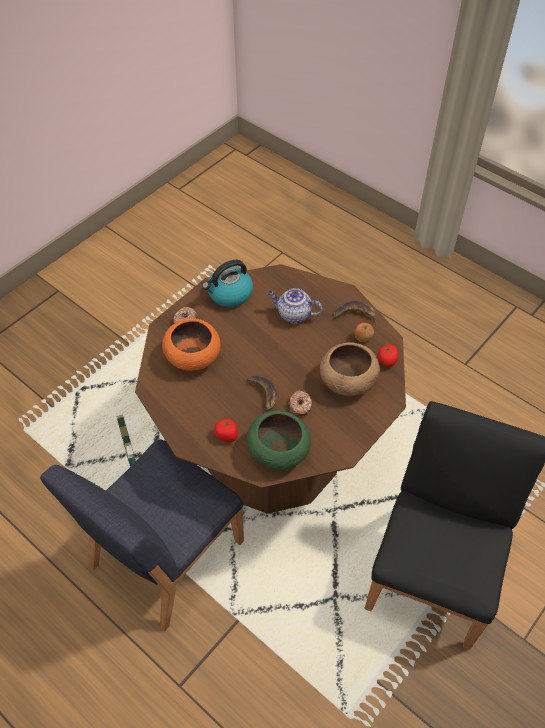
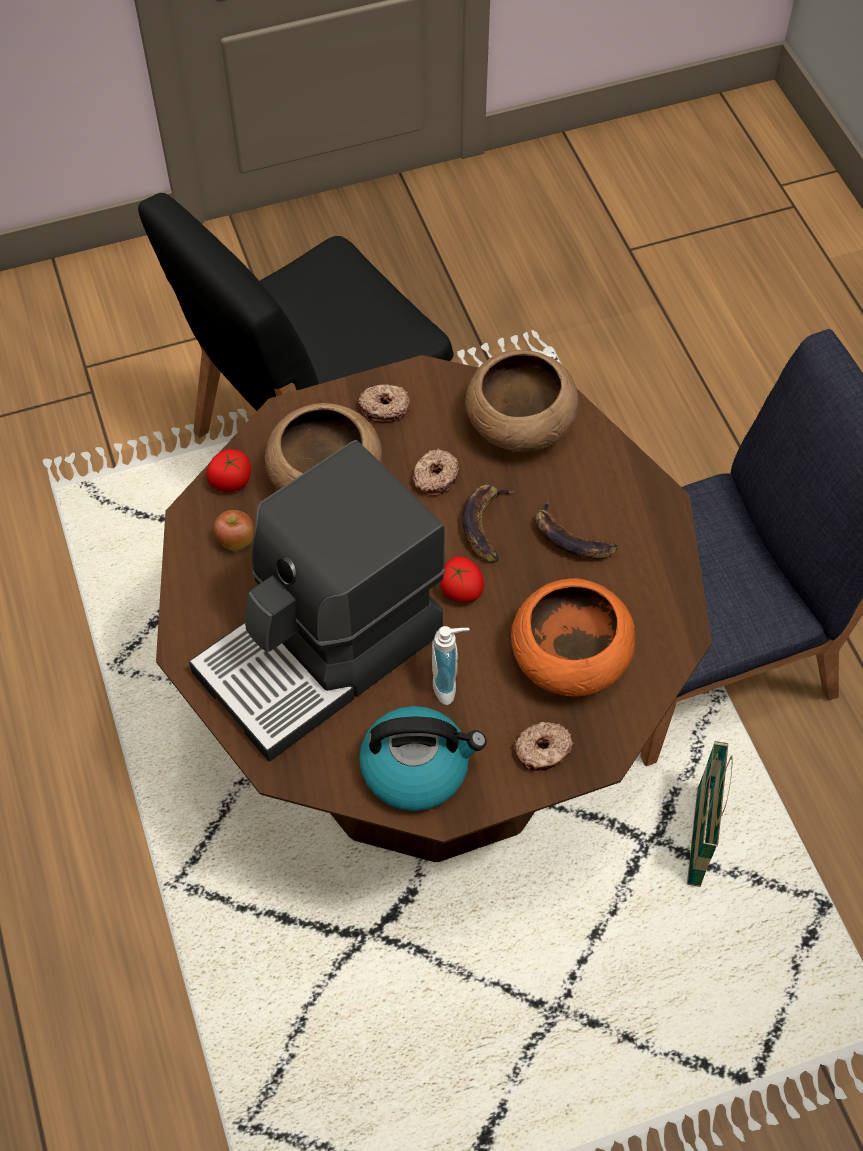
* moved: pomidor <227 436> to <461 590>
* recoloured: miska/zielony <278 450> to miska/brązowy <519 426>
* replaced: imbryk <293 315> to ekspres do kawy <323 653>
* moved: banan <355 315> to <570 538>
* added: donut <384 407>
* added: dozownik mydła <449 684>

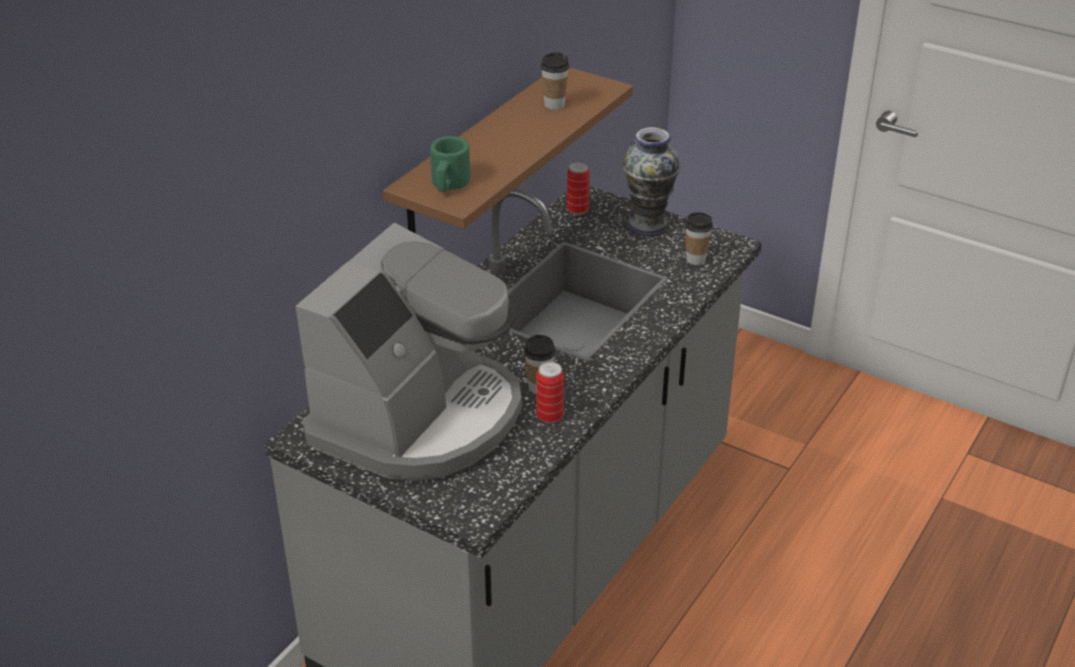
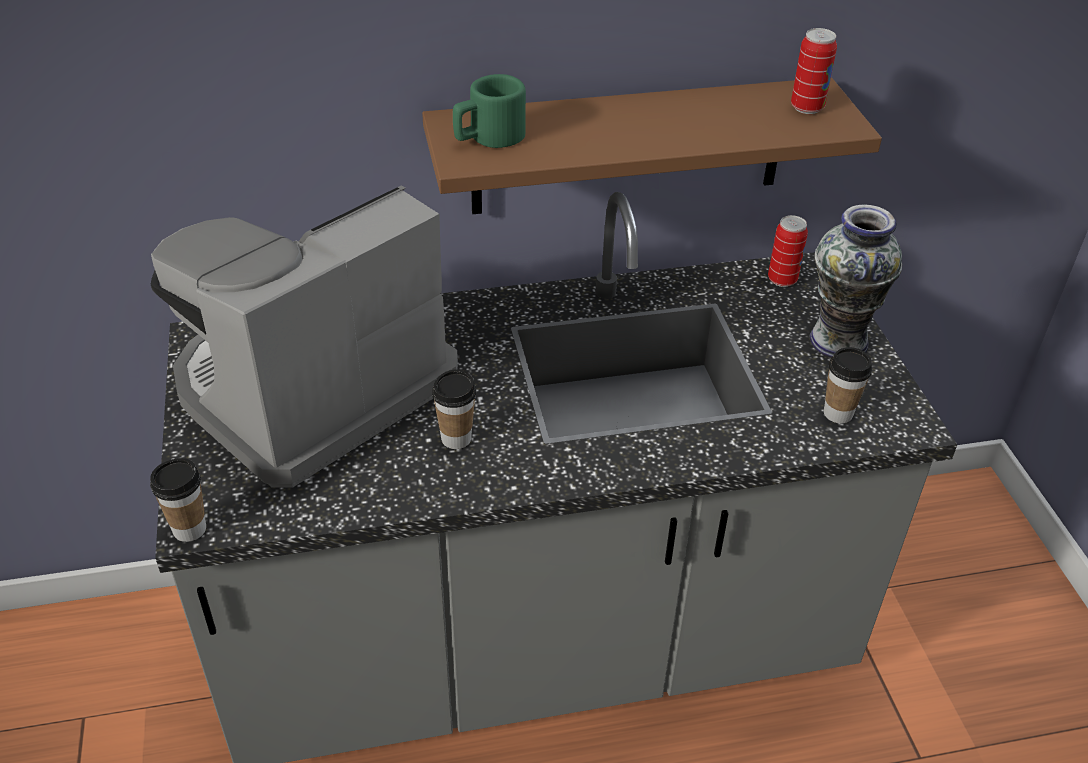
* turned: ekspres do kawy <420 418> = <311 389> 150 degrees clockwise
* moved: puszka <549 416> to <807 107>
* moved: filiżanka <554 105> to <189 529>

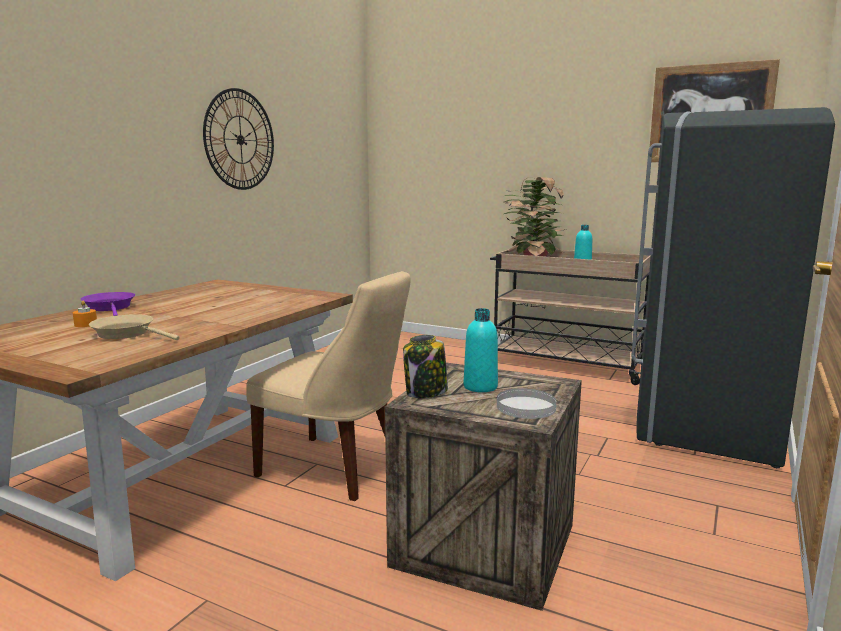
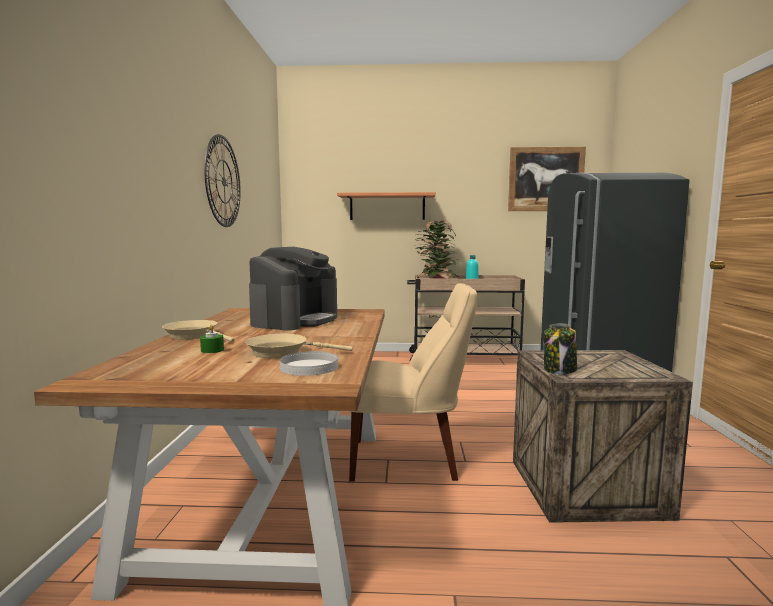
* recoloured: świeca/pomarańczowy <85 324> to świeca/zielony <212 350>
* recoloured: patelnia/fioletowy <110 308> to patelnia/beżowy <194 336>
* removed: butelka/turkusowy <480 387>
* moved: talerz/biały <526 407> to <309 367>
* added: ekspres do kawy <295 320>
* added: półka <387 207>

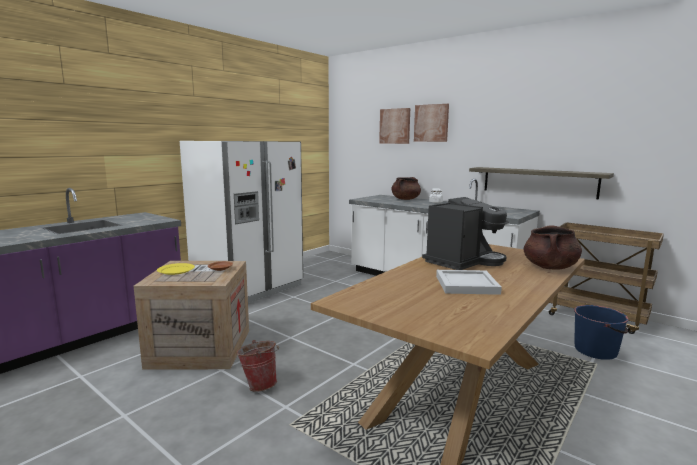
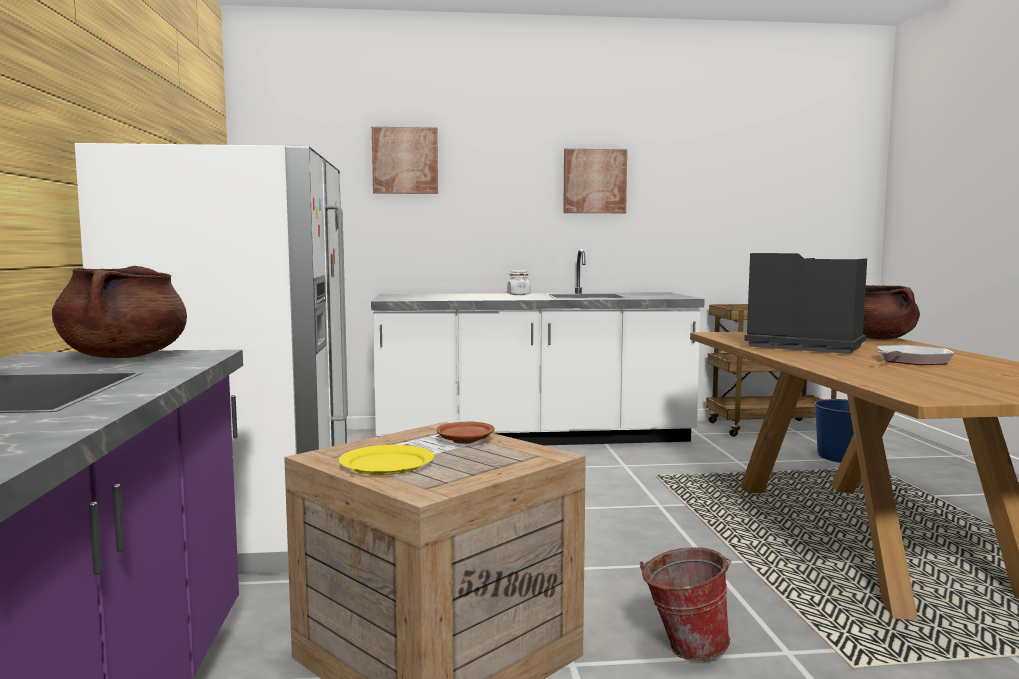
* moved: garnek/brązowy <405 199> to <124 356>
* moved: obraz <431 123> to <594 181>
* turned: ekspres do kawy <463 261> = <802 346> 60 degrees counterclockwise
* replaced: taca/biały <465 284> to patelnia <910 361>
* removed: półka <538 182>

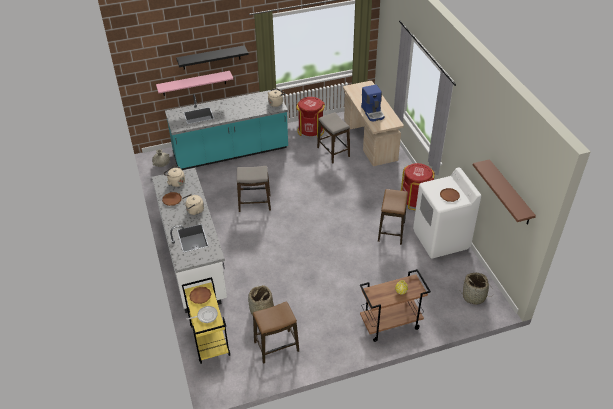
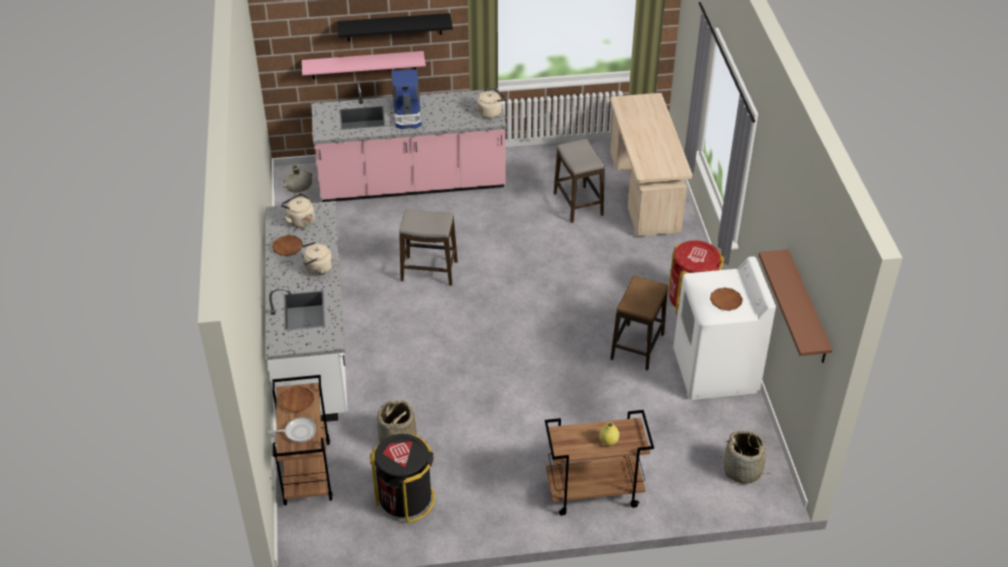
* recoloured: zabudowa kuchenna/turkusowy <231 152> to zabudowa kuchenna/różowy <412 183>
* recoloured: wózek/żółty <209 340> to wózek/brązowy <306 472>
* replaced: stołek <276 347> to kosz na śmieci/czarny <406 499>
* removed: kosz na śmieci/czerwony <310 130>
* moved: ekspres do kawy <373 112> to <408 115>

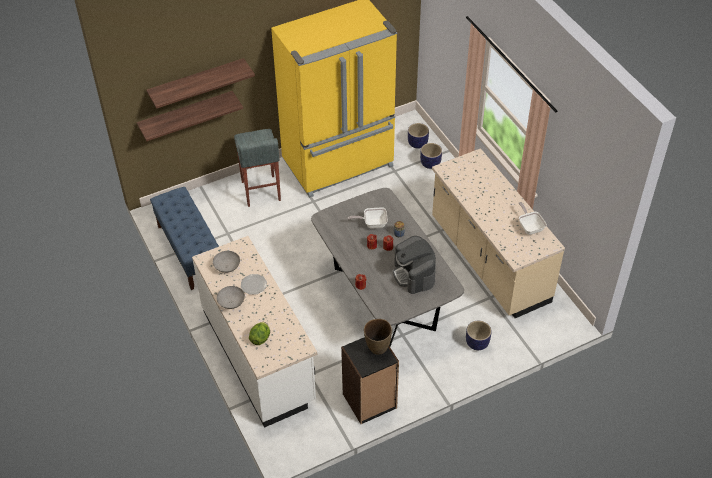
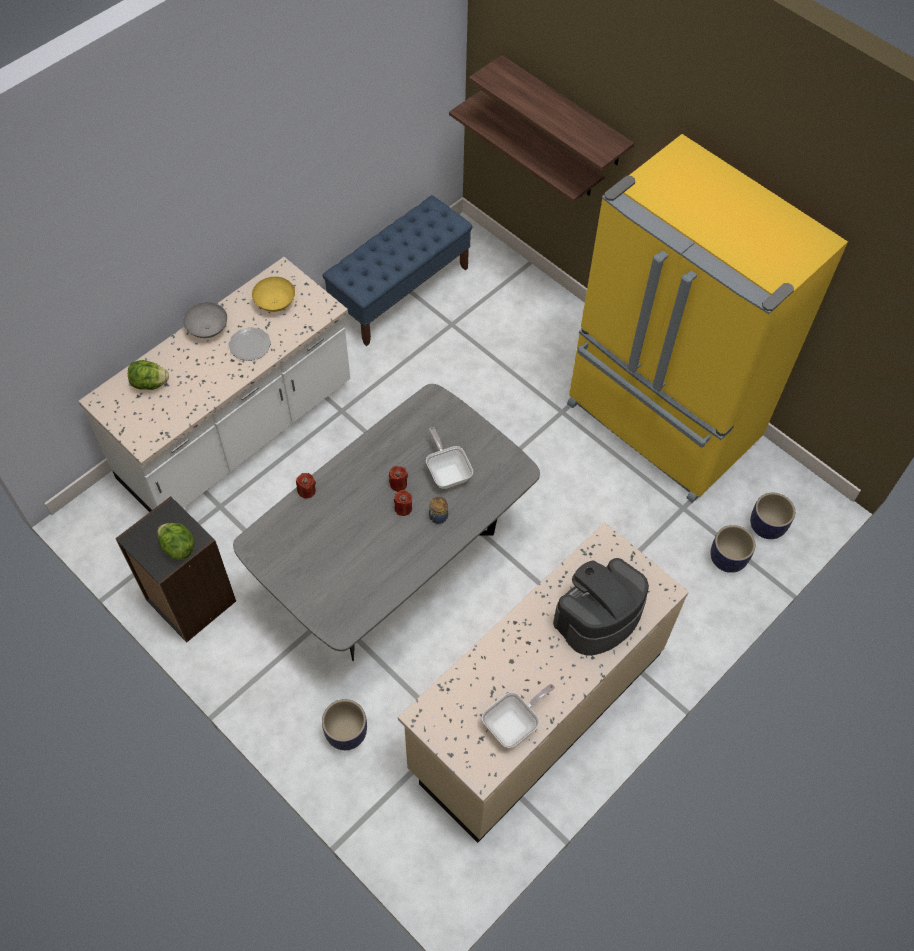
* recoloured: miska/szary <227 267> to miska/żółty <274 303>
* removed: stołek/szary <260 191>
* replaced: wazon/brązowy <377 348> to sałata <178 547>
* moved: ekspres do kawy <414 274> to <597 617>

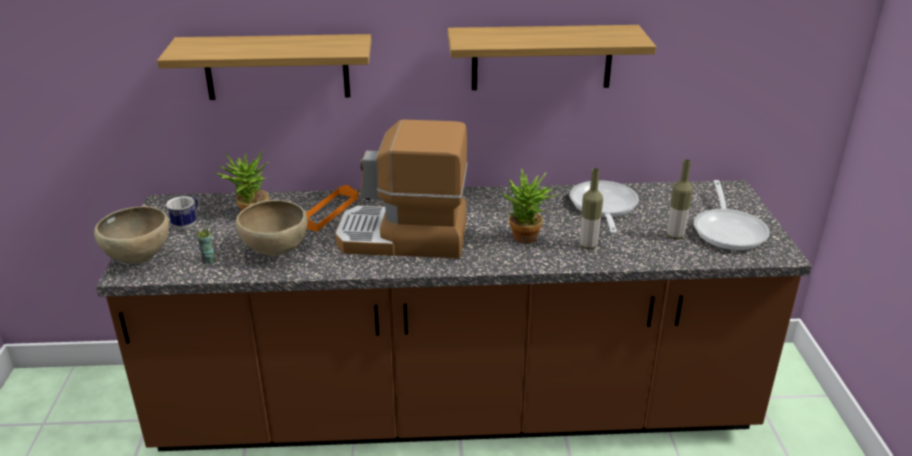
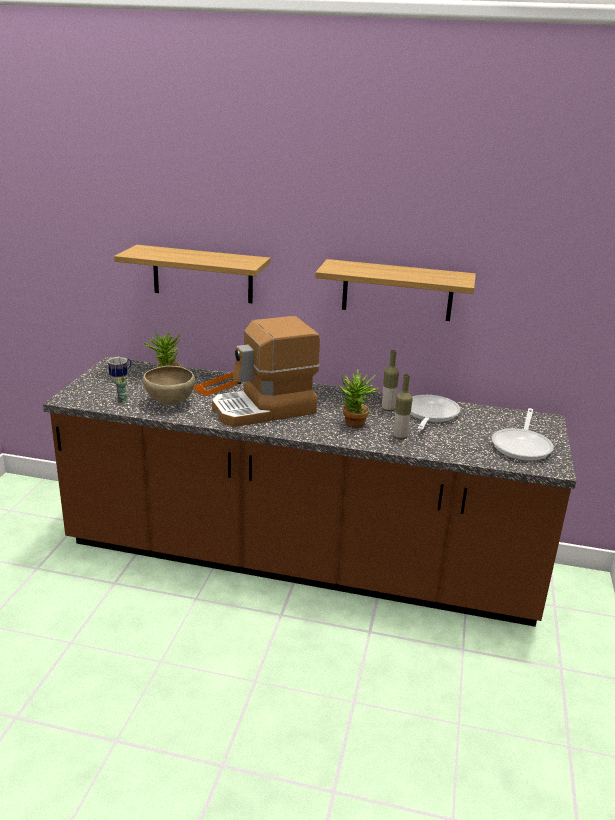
* removed: miska/brązowy <140 259>
* turned: ekspres do kawy <403 238> = <264 409> 45 degrees counterclockwise
* moved: butelka <675 236> to <388 409>

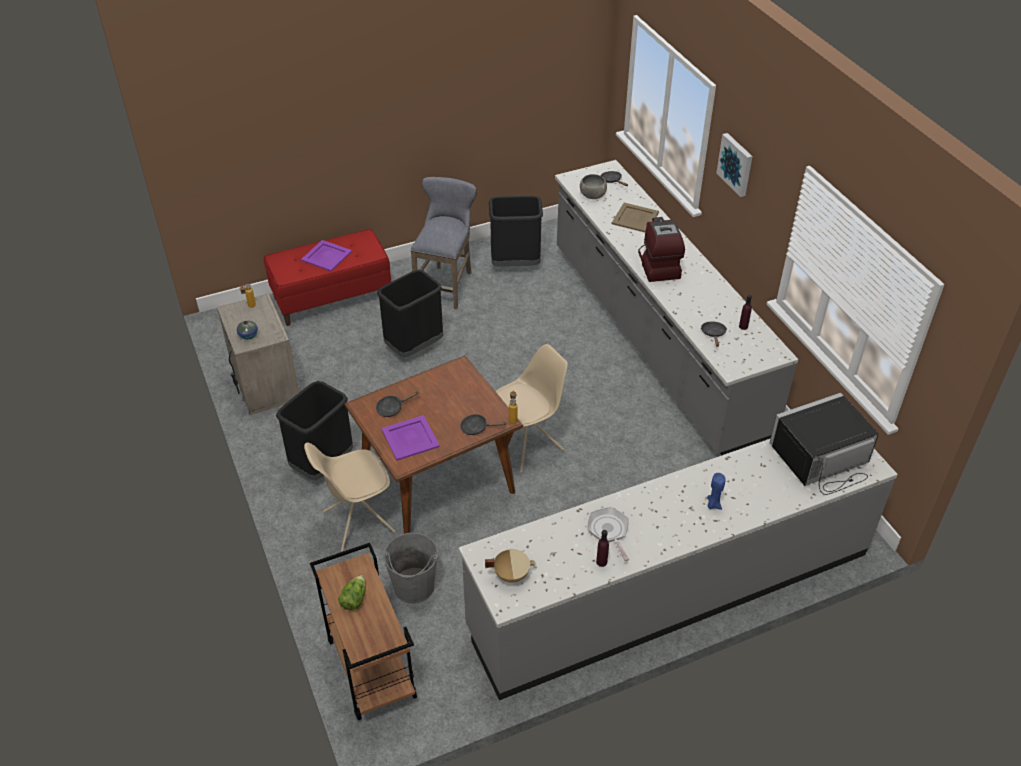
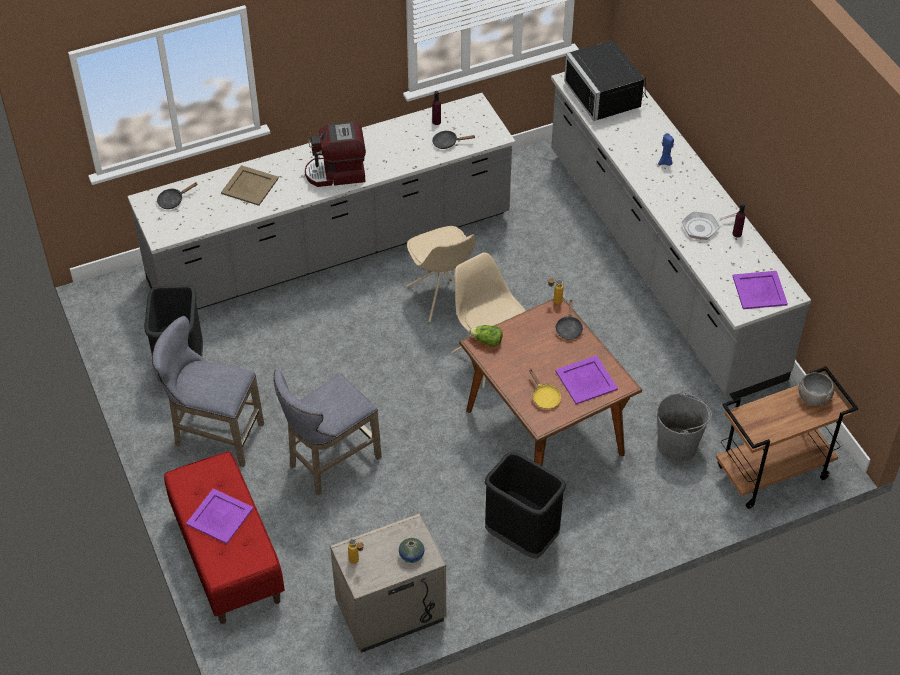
* moved: krzesło/beżowy <357 522> to <442 297>
* moved: sałata <354 599> to <487 341>
* recoloured: patelnia/czarny <392 408> to patelnia/żółty <544 397>
* replaced: kosz na śmieci/czarny <414 346> to stołek/szary <329 463>
* replaced: garnek/beżowy <511 574> to taca/fioletowy <759 291>
* moved: miska/szary <592 195> to <813 397>
* removed: obraz <736 164>

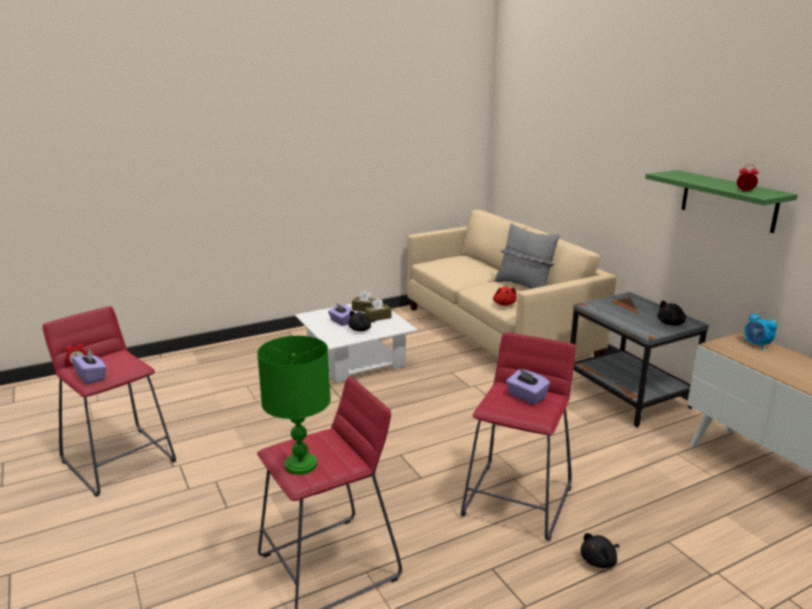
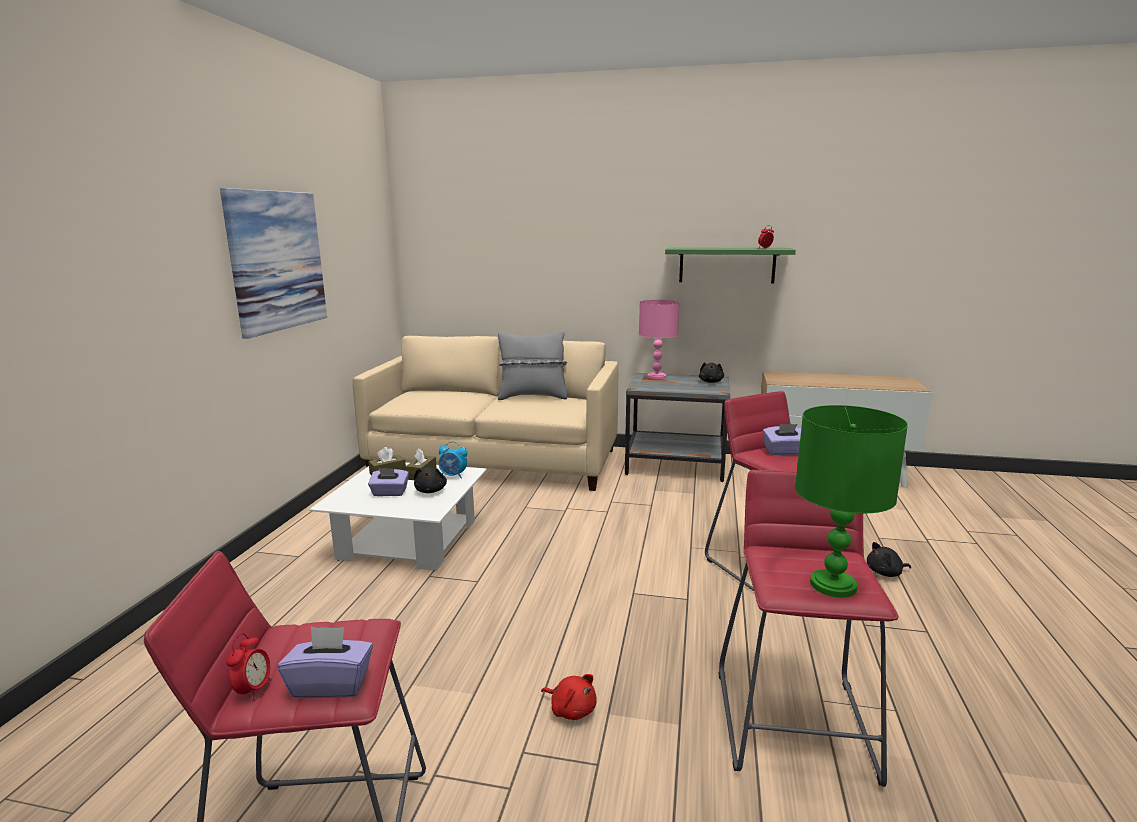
* moved: pluszak/czerwony <504 304> to <571 709>
* turned: pluszak/czarny <599 561> = <885 573> 75 degrees clockwise
* moved: budzik <756 345> to <453 476>
* added: obraz <277 261>
* added: lampa stołowa/różowy <657 377>

